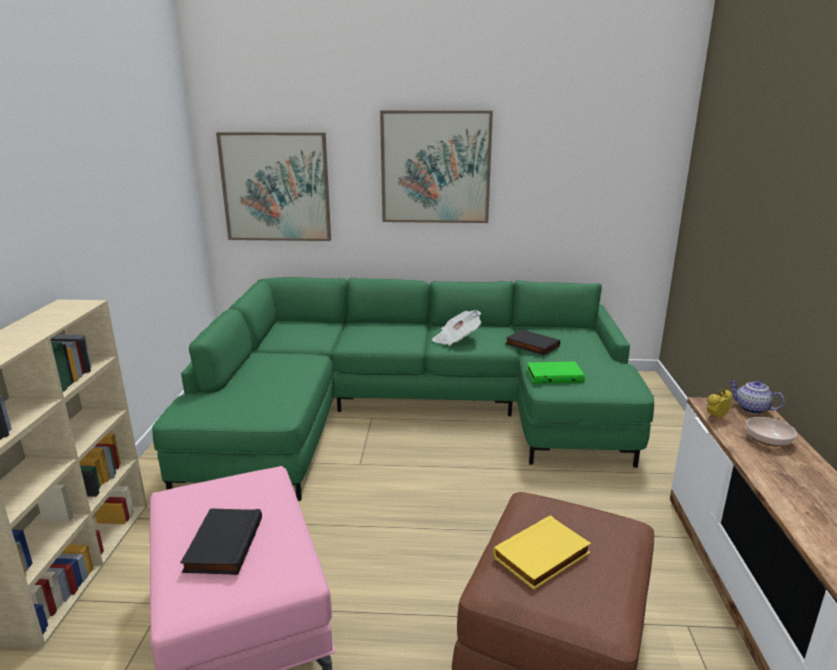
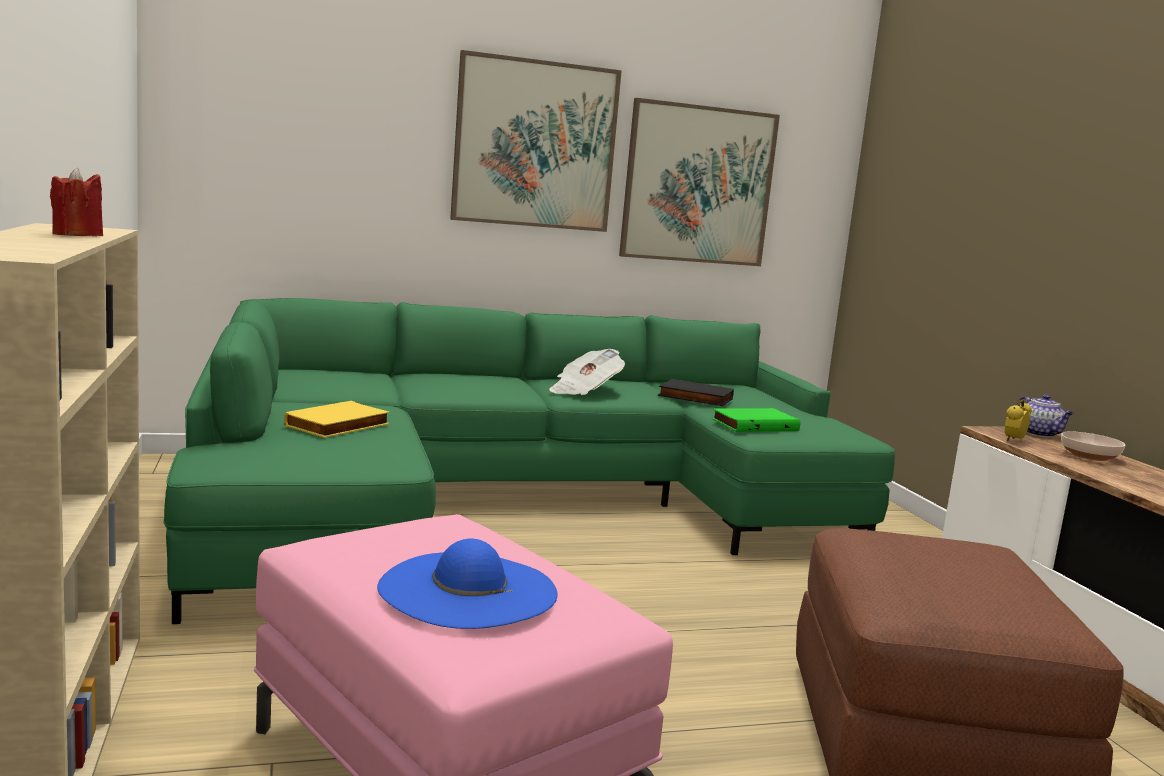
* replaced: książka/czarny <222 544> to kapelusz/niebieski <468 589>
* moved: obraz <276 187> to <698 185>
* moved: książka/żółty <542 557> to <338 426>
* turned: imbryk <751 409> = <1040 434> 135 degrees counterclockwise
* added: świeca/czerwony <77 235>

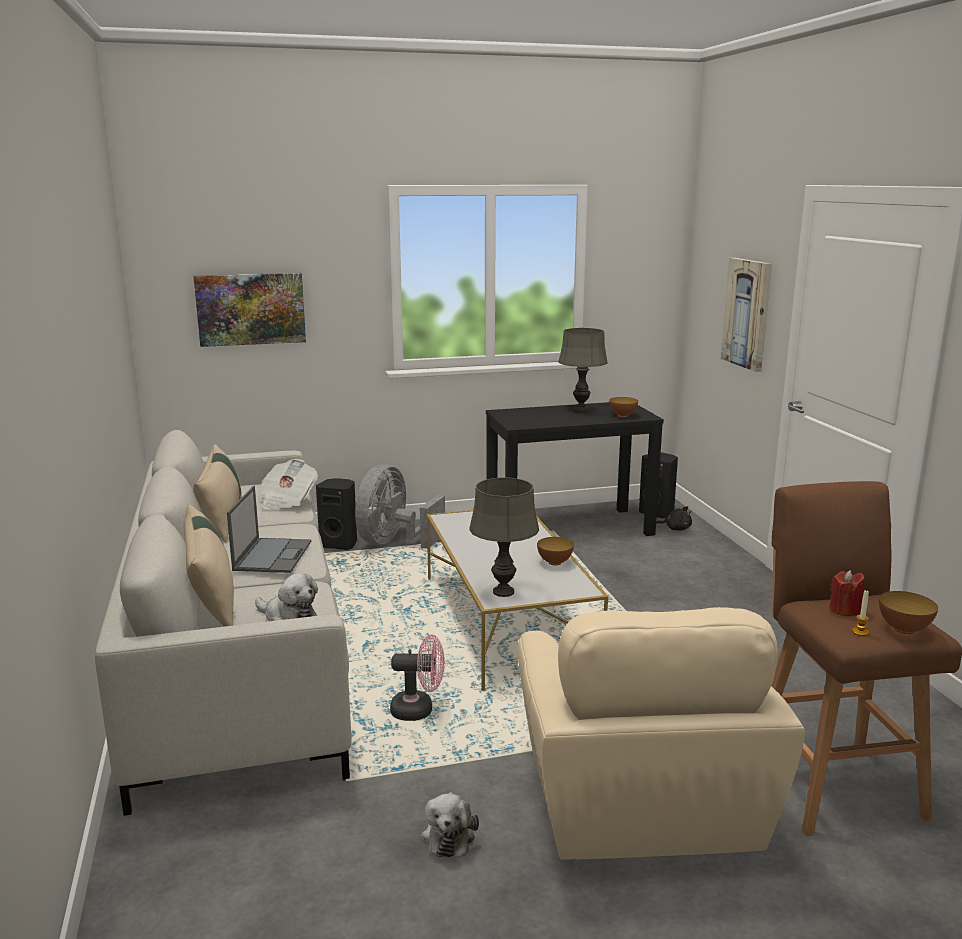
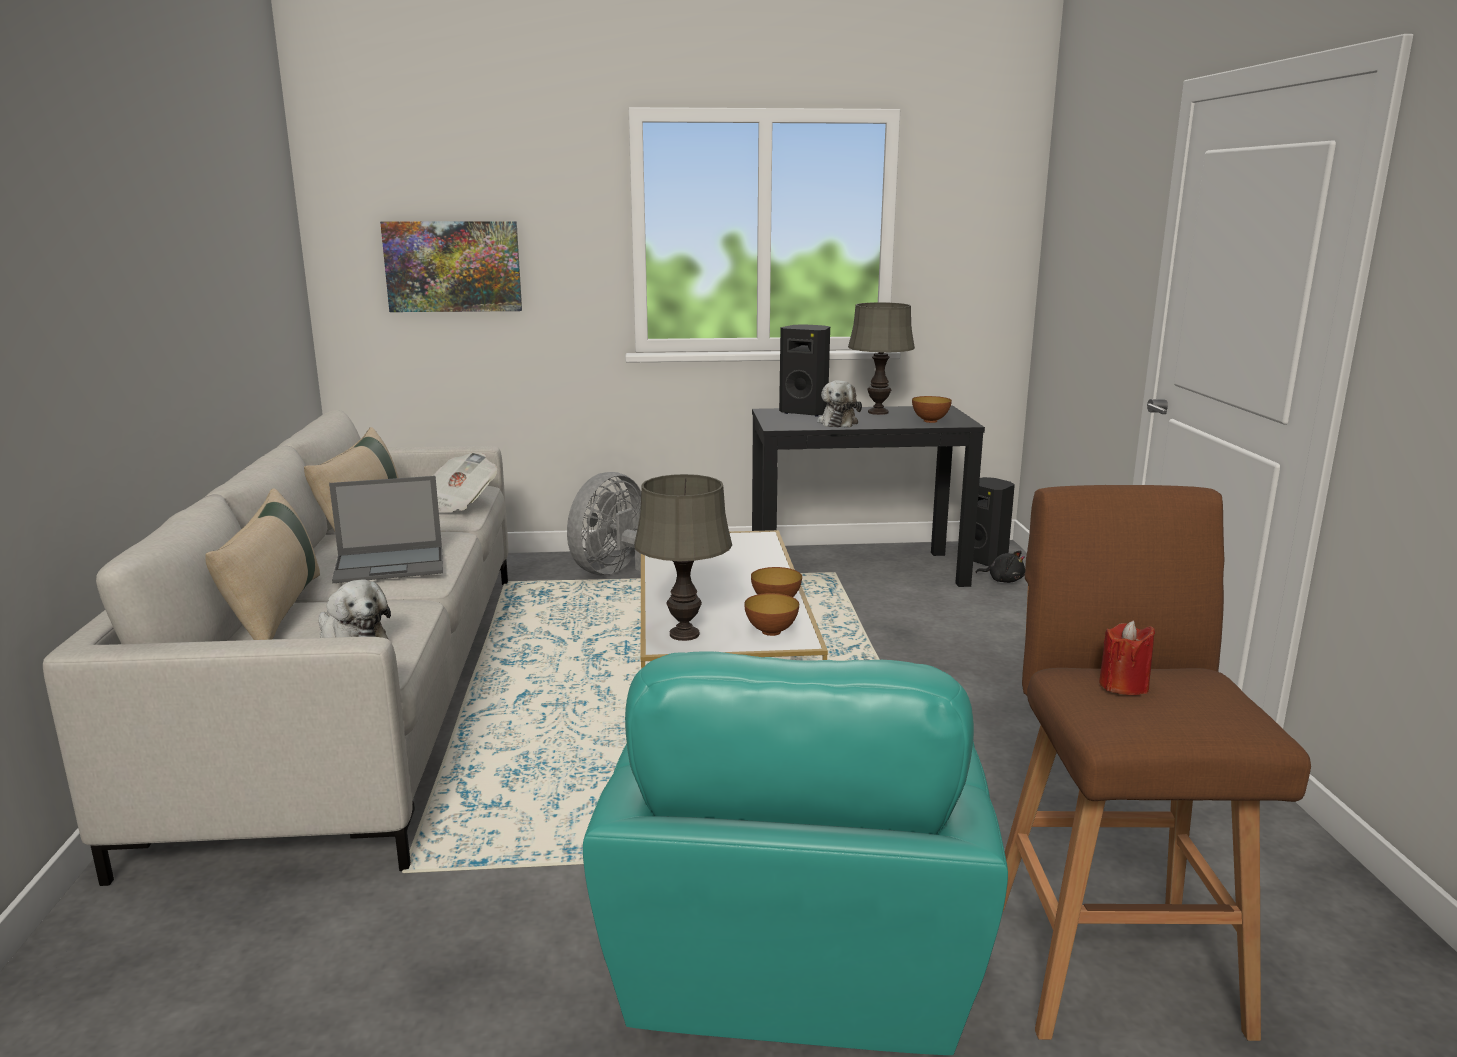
* turned: laptop <272 555> = <391 565> 60 degrees clockwise
* moved: głośnik/czarny <340 544> to <805 412>
* removed: wentylator/różowy <419 710>
* moved: pluszak <448 835> to <838 422>
* recoloured: fotel/beżowy <637 802> to fotel/turkusowy <794 951>
* removed: obraz <747 313>
* removed: świeca <860 632>
* moved: miska <904 629> to <771 632>

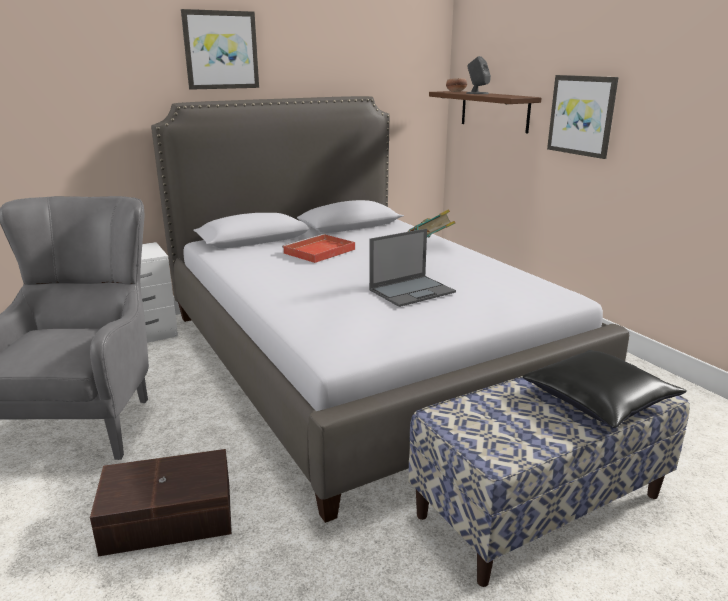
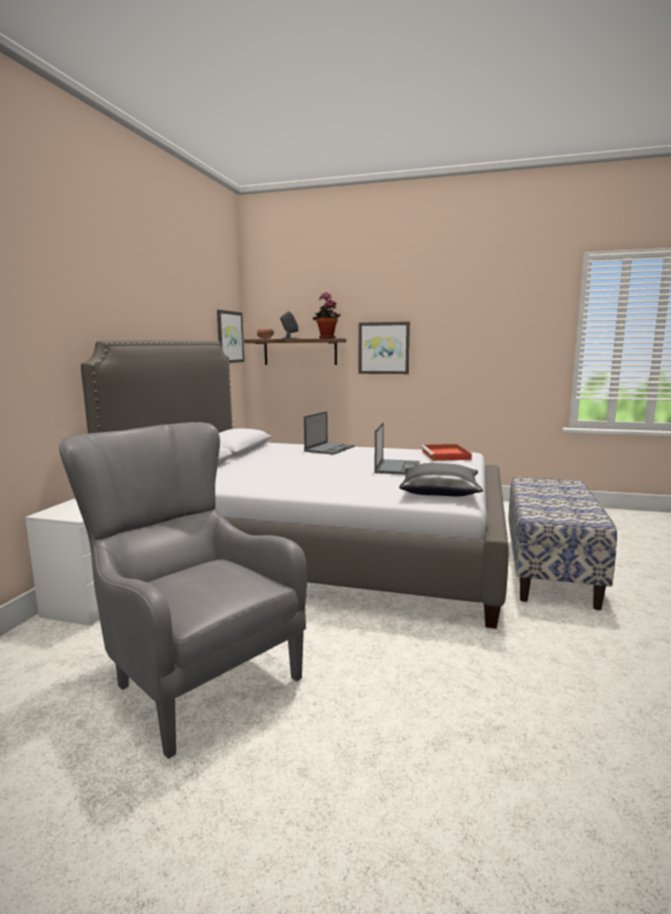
* removed: pojemnik do przechowywania/brązowy <170 518>
* moved: obraz <221 50> to <229 337>
* moved: taca/czerwony <318 251> to <446 455>
* replaced: książka <429 246> to laptop <330 448>
* moved: poduszka/czarny <599 399> to <440 491>
* added: roślina doniczkowa <326 338>

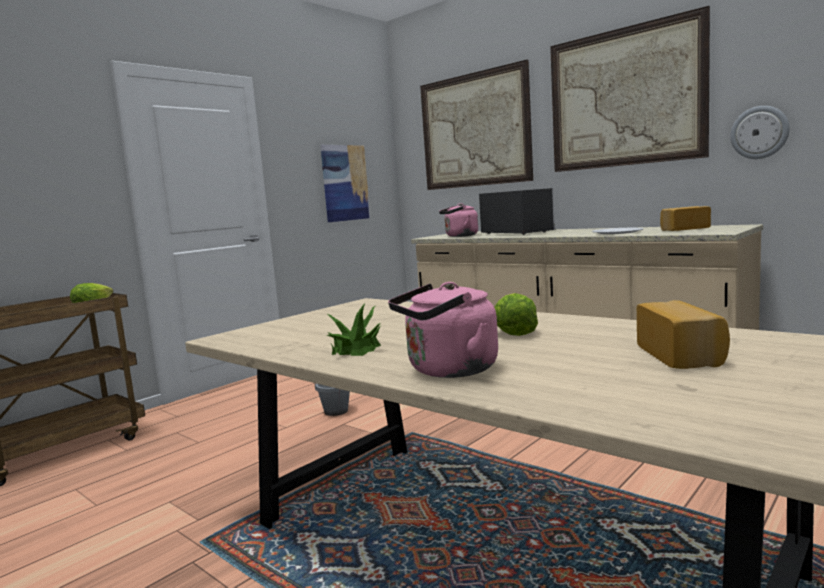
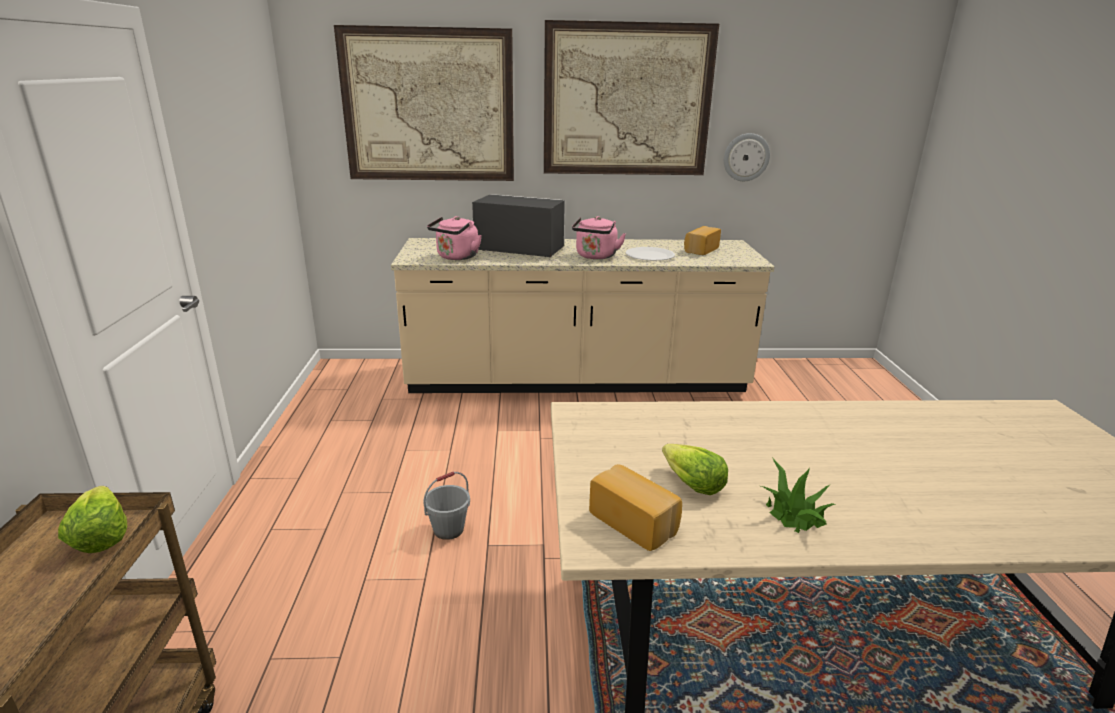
* removed: obraz <345 183>
* moved: czajnik/różowy <448 370> to <595 256>
* moved: sałata <514 331> to <691 484>
* moved: chleb <682 355> to <635 521>

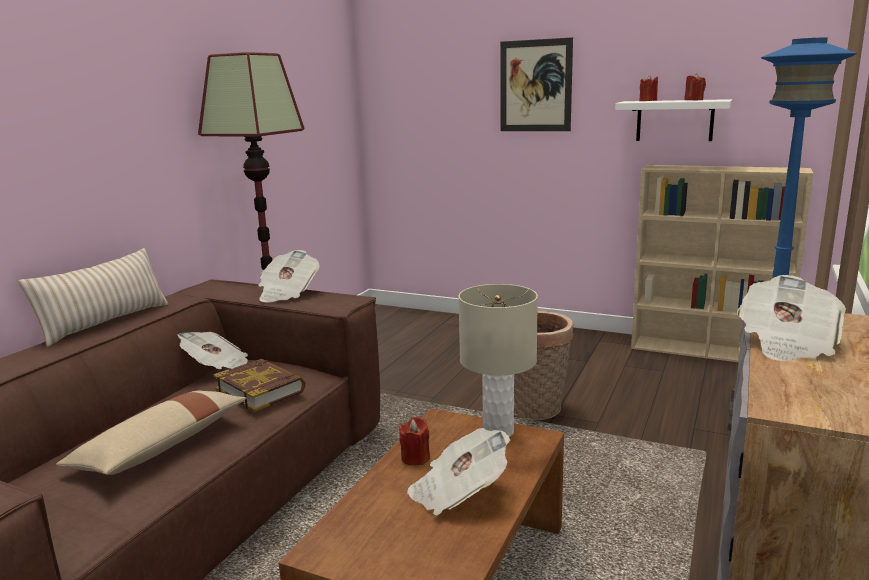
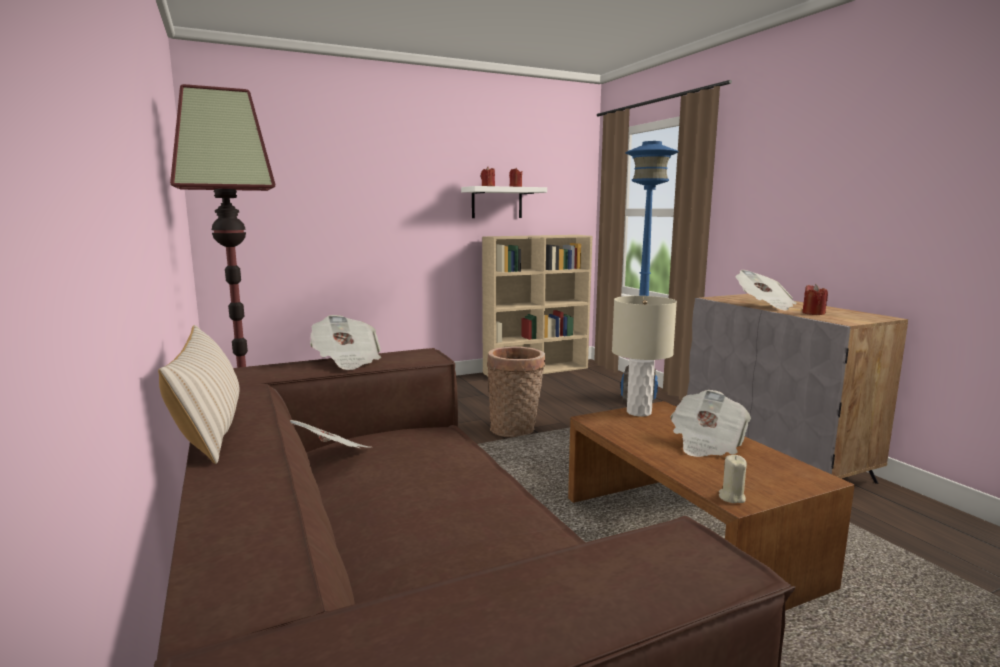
* removed: poduszka/beżowy <161 446>
* removed: książka <260 390>
* moved: świeca/czerwony <415 458> to <813 313>
* removed: obraz <535 86>
* added: świeca/beżowy <731 497>

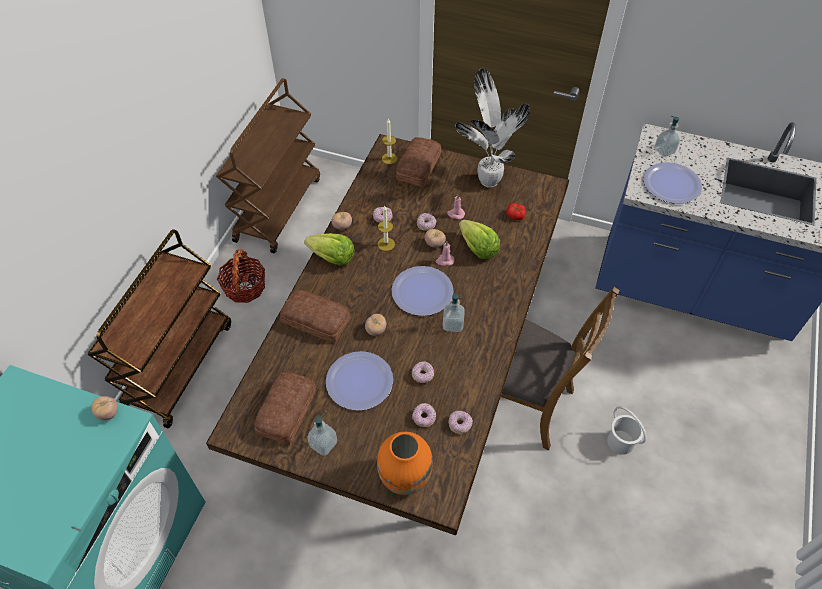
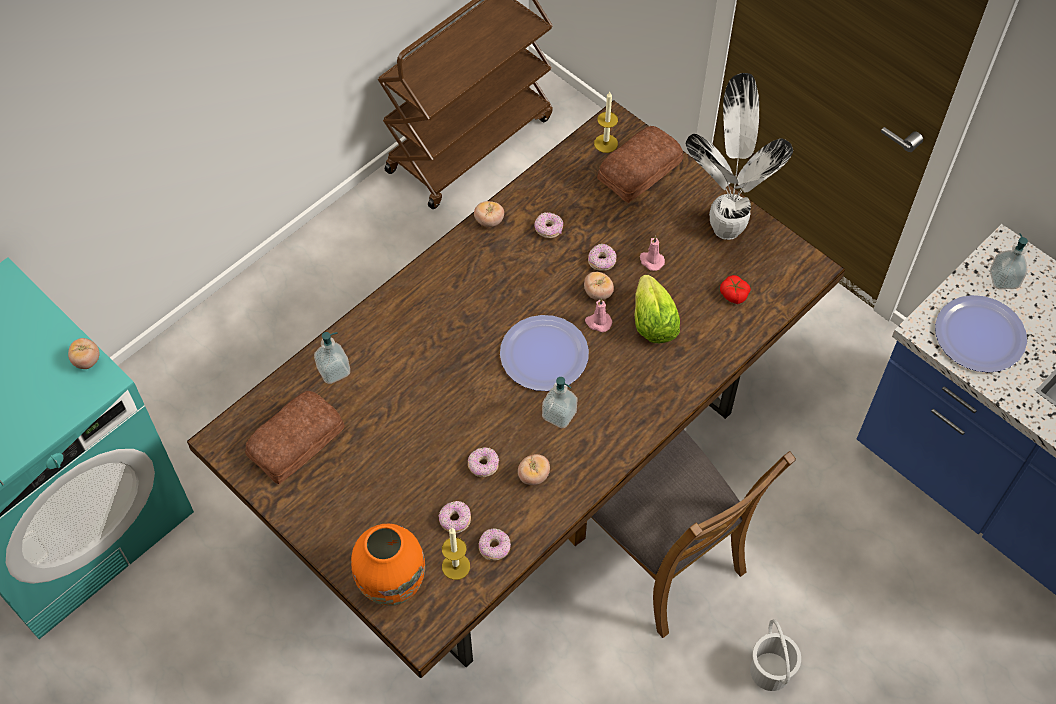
* removed: wózek/brązowy <179 365>
* removed: koszyk <245 287>
* removed: chleb <316 321>
* removed: sałata <332 258>
* moved: dozownik mydła <323 444> to <334 371>
* removed: talerz <359 381>
* moved: pomidor <376 330> to <533 476>
* moved: świeca <386 244> to <456 566>

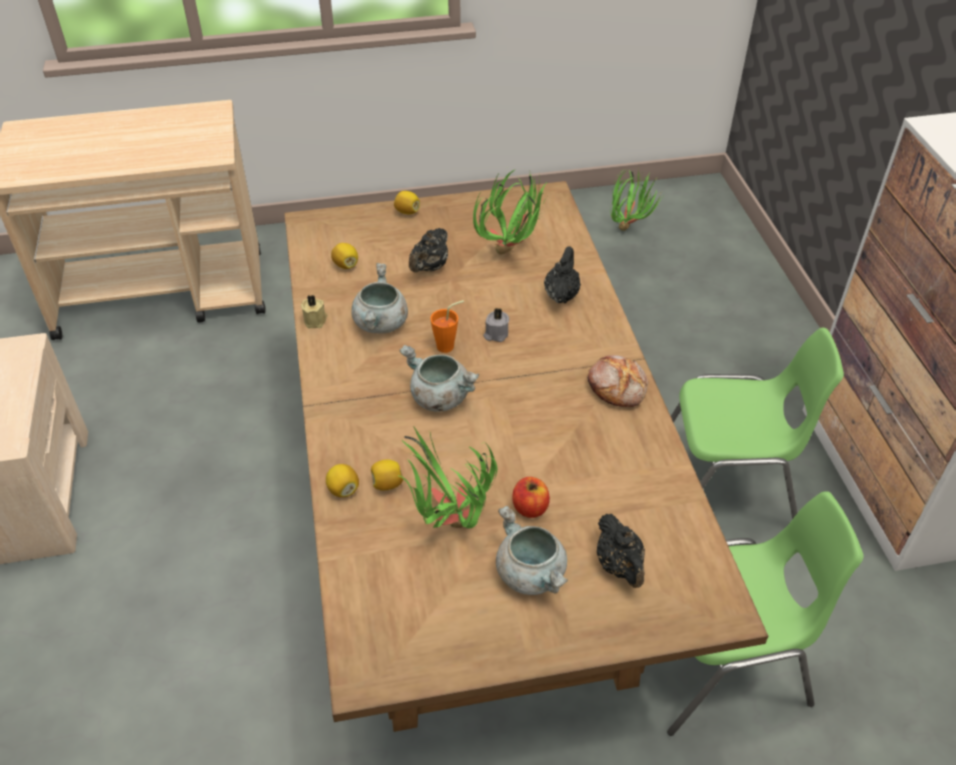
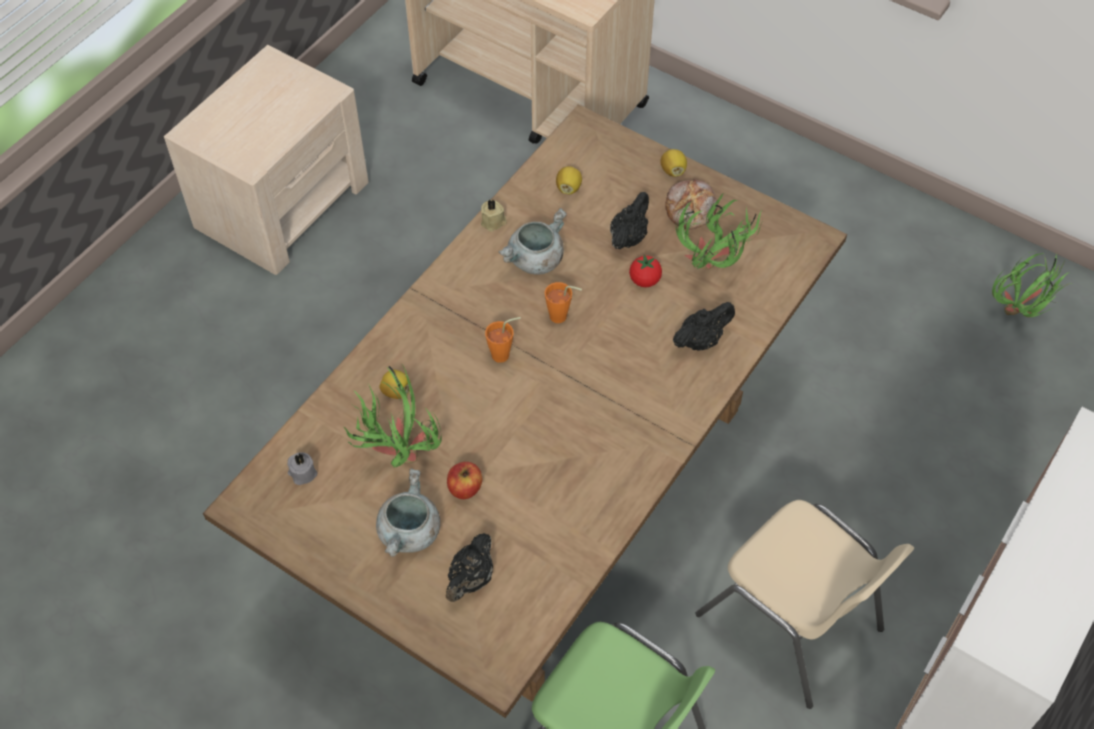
* removed: cytryna <343 489>
* replaced: garnek/szary <438 397> to filiżanka/pomarańczowy <504 354>
* turned: imbryk/czarny <429 267> = <628 237> 135 degrees clockwise
* moved: świeca/szary <495 334> to <302 473>
* moved: chleb <617 387> to <691 209>
* recoloured: krzesło/zielony <726 487> to krzesło/beżowy <792 623>
* added: pomidor <644 280>

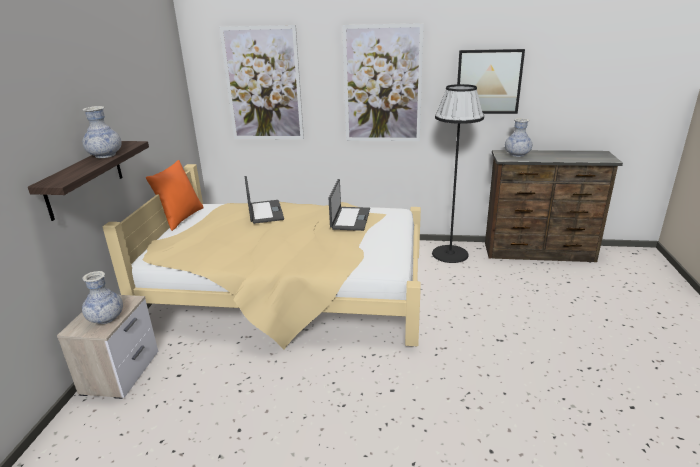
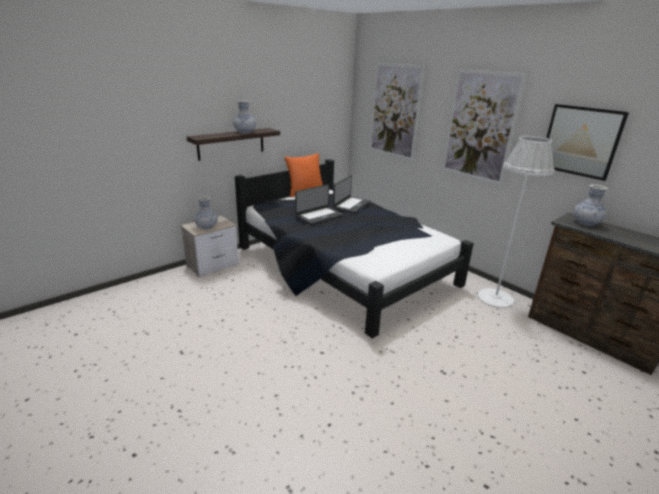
* recoloured: łóżko/beżowy <291 292> to łóżko/czarny <343 268>
* moved: laptop <350 219> to <319 215>
* recoloured: lampa stojąca/czarny <450 254> to lampa stojąca/biały <496 298>

